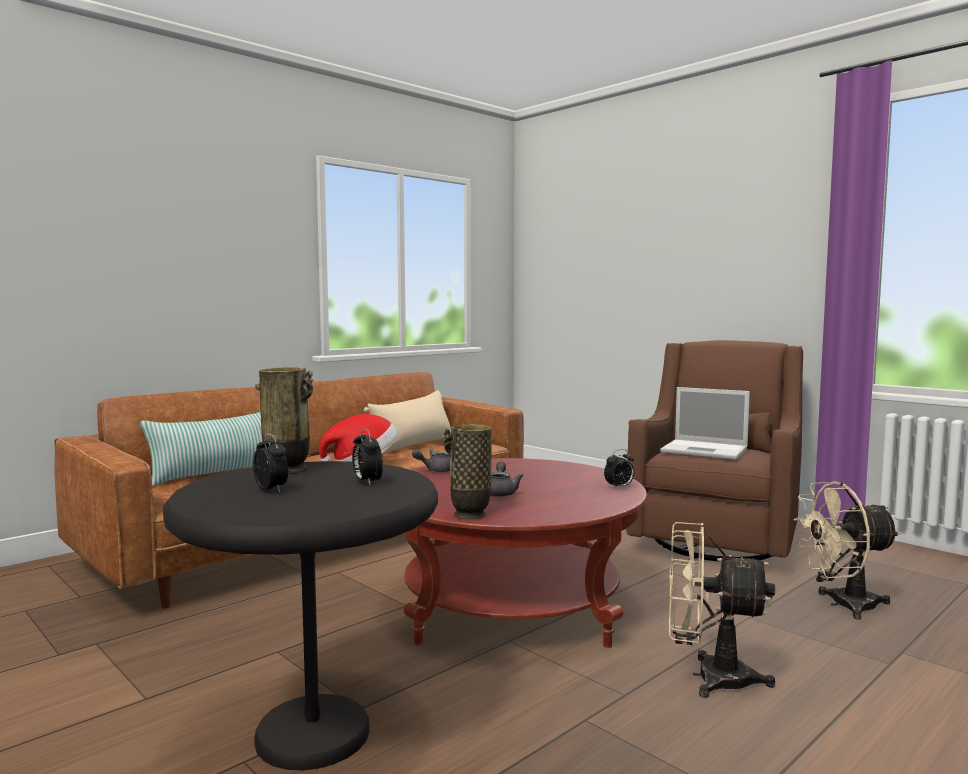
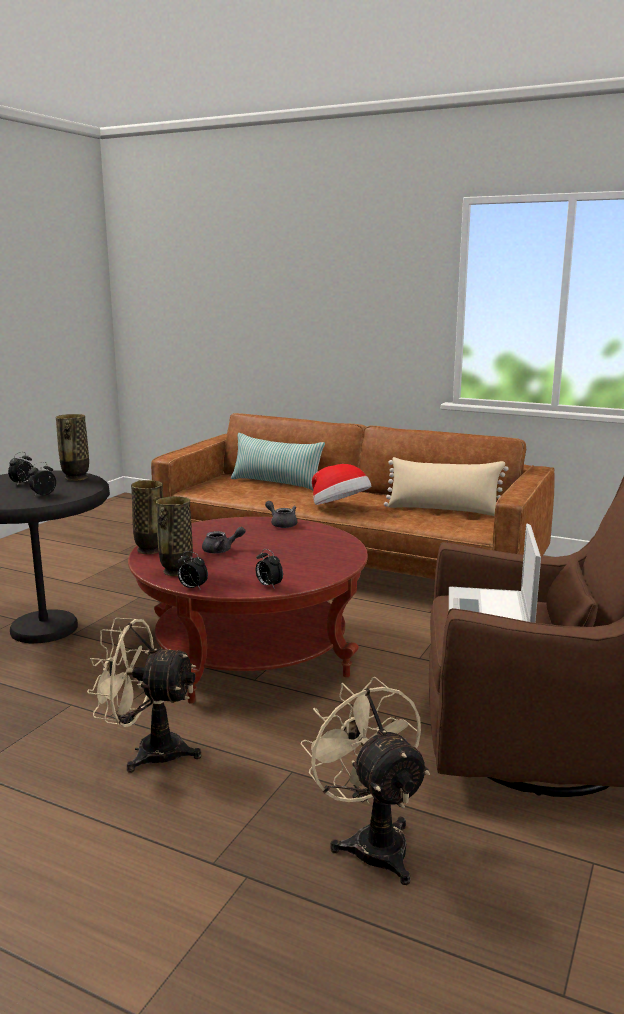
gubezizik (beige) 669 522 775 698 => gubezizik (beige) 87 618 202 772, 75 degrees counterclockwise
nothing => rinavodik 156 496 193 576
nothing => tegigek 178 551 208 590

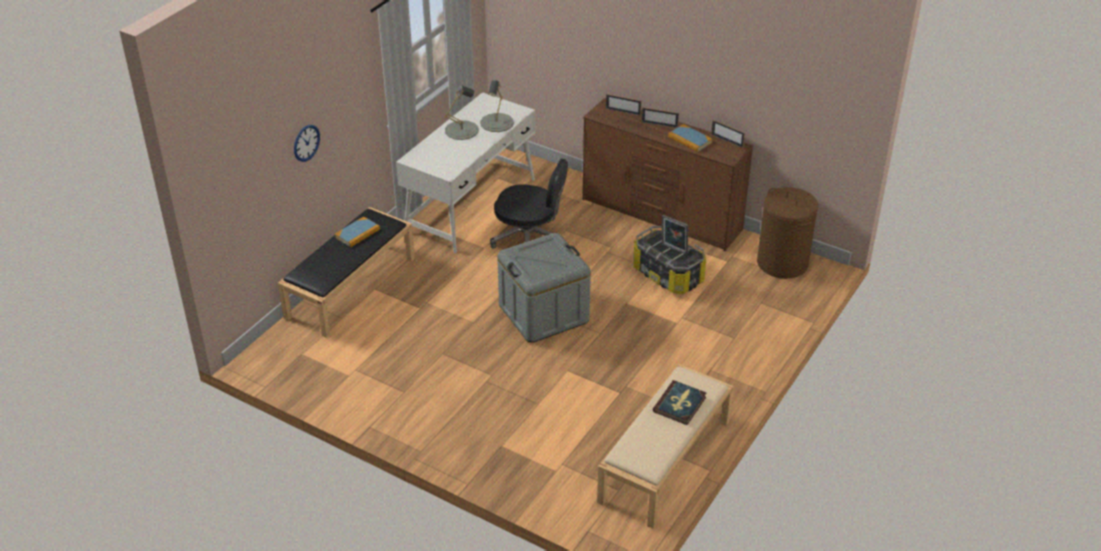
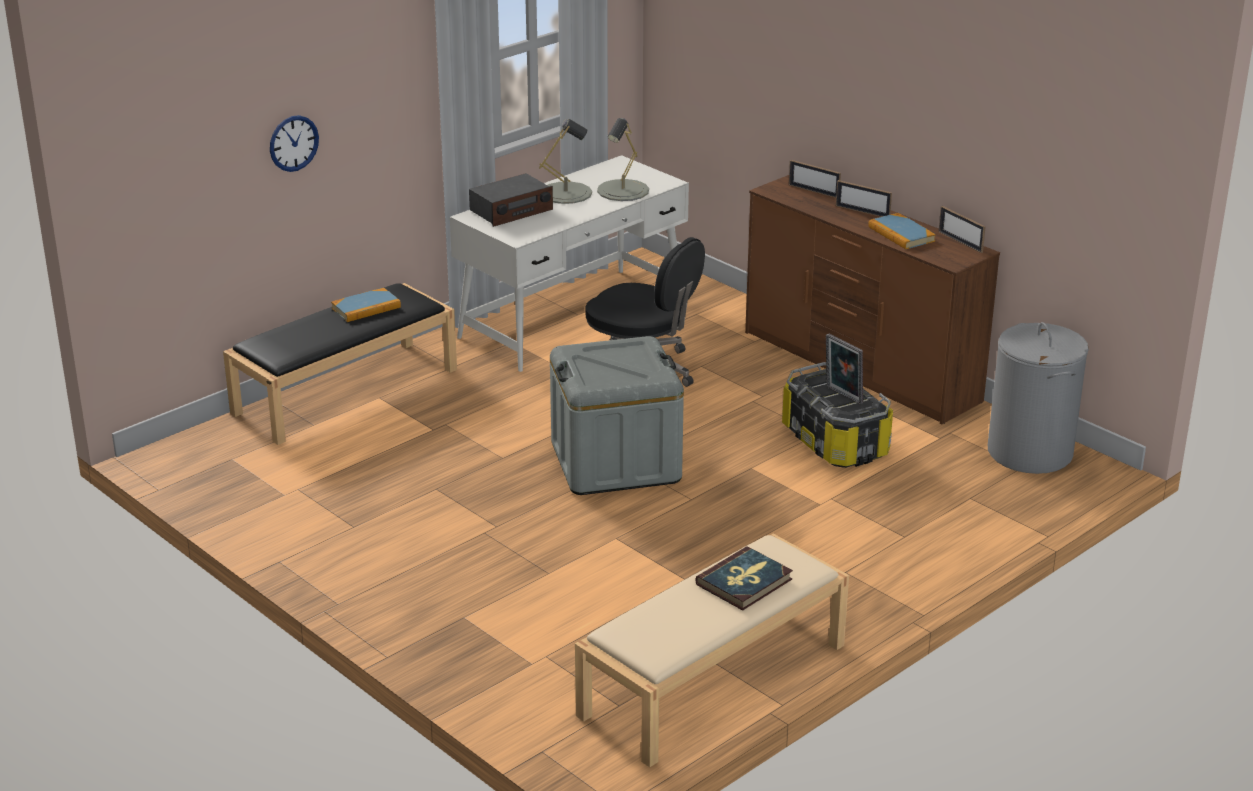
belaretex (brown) 757 187 818 279 => belaretex (grey) 988 322 1089 474
nothing => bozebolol 469 173 553 227

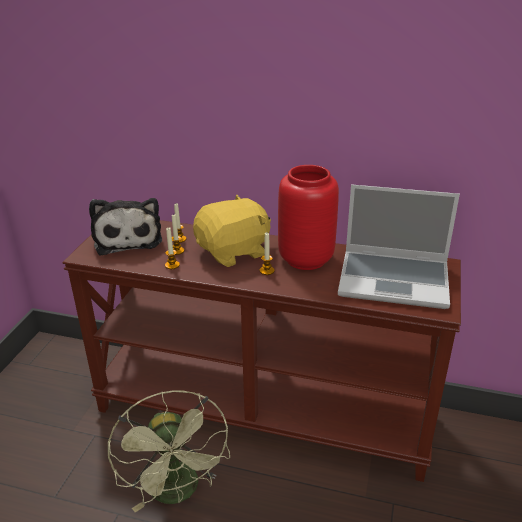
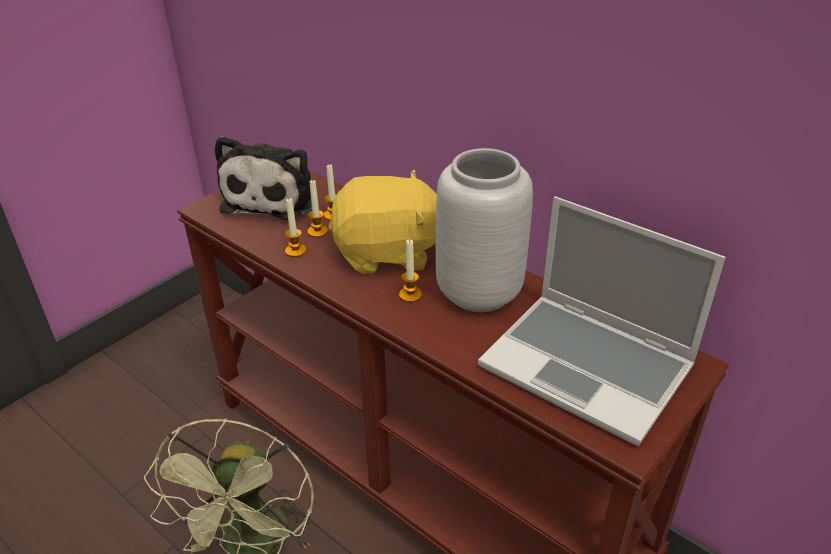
rinavodik (red) 278 165 339 270 => rinavodik (grey) 436 148 533 312

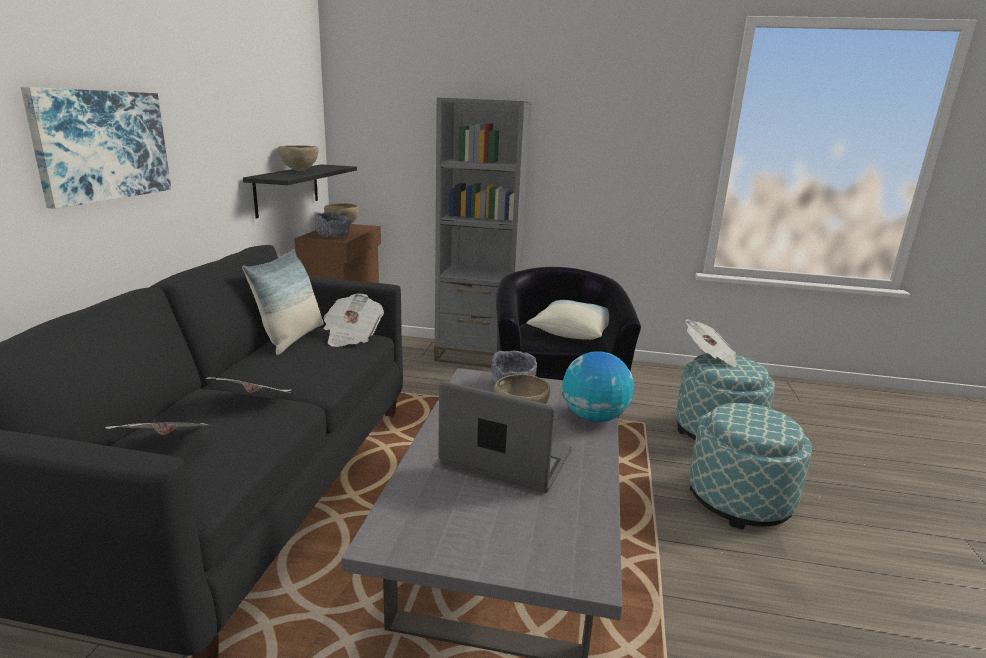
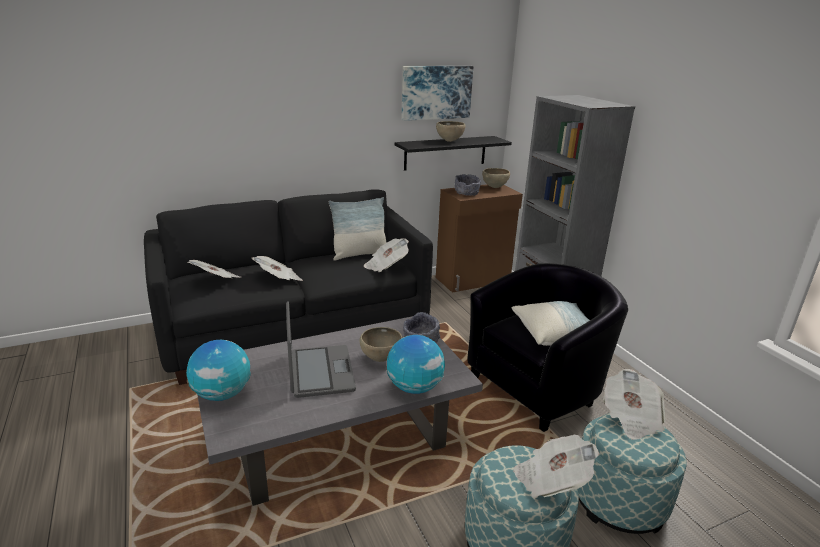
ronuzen 21 87 171 209 => ronuzen 401 66 473 121, shifted
nothing => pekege 186 340 251 401
nothing => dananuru 513 435 599 498

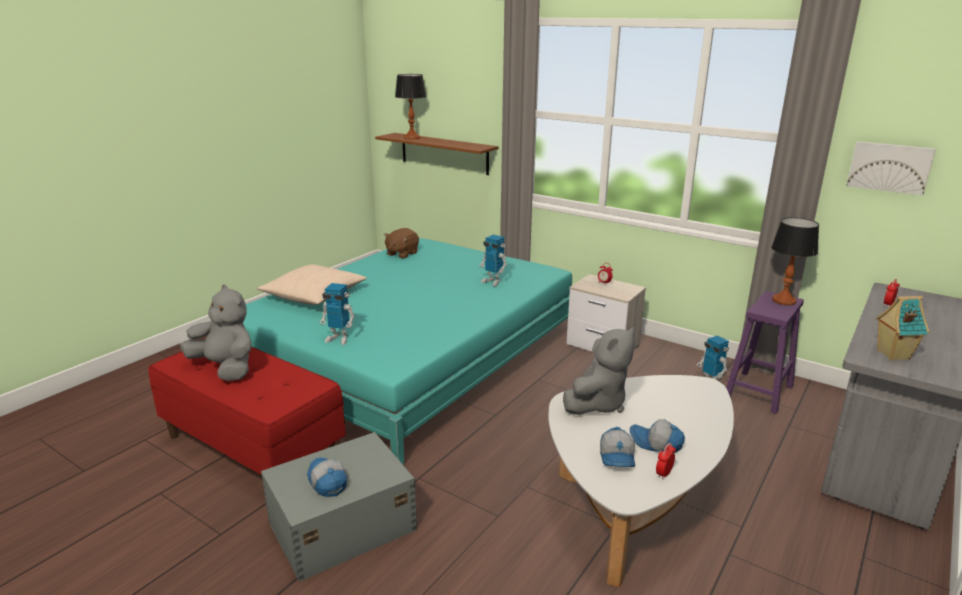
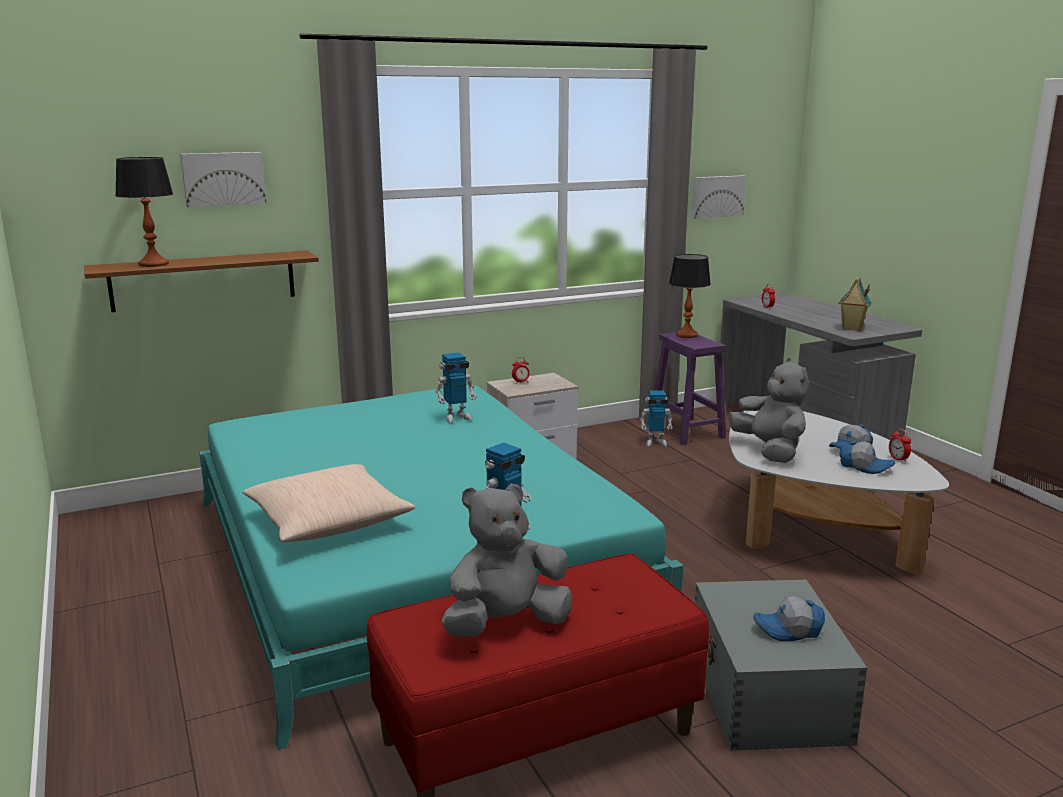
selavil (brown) 384 228 419 259 => nothing
nothing => ronuzen 180 152 267 207

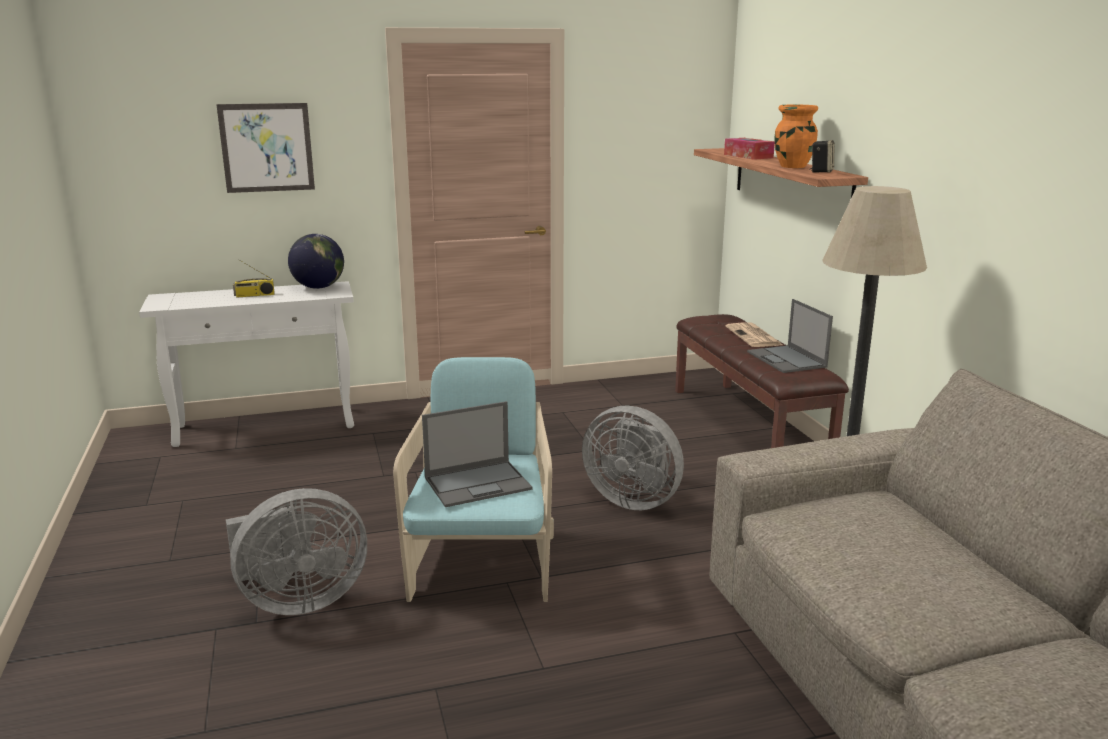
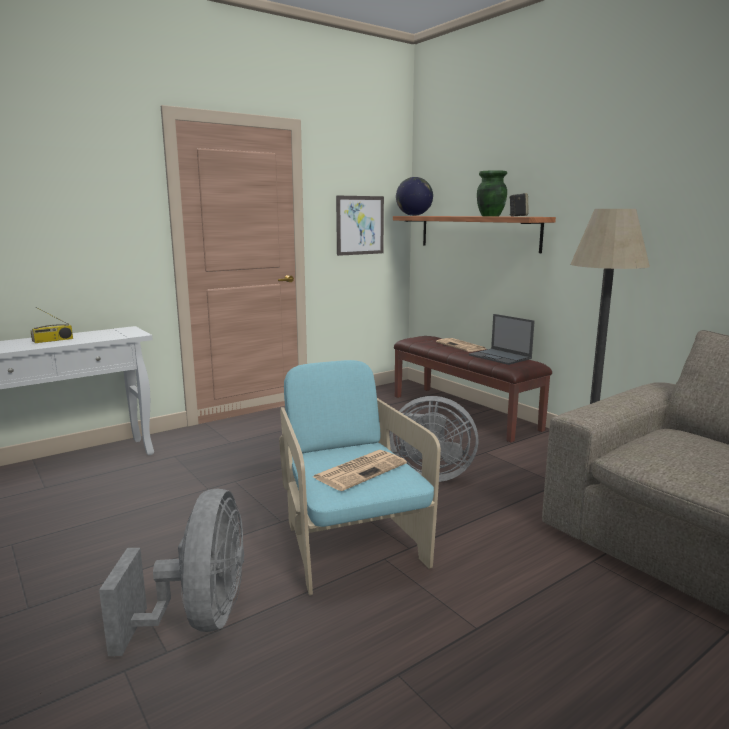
ronuzen 216 103 315 193 => ronuzen 336 196 384 256, shifted
rinavodik (orange) 775 104 818 168 => rinavodik (green) 477 170 507 216
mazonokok 724 138 775 160 => nothing
pekege 288 234 344 289 => pekege 396 177 433 216, shifted
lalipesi 422 401 532 507 => dananuru 313 450 407 491
gubezizik (grey) 226 488 367 615 => gubezizik (grey) 99 488 244 656, 45 degrees counterclockwise

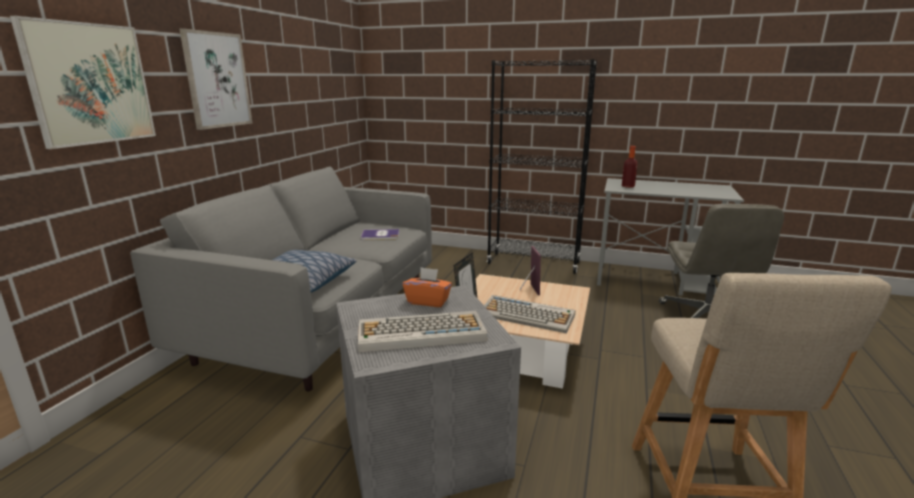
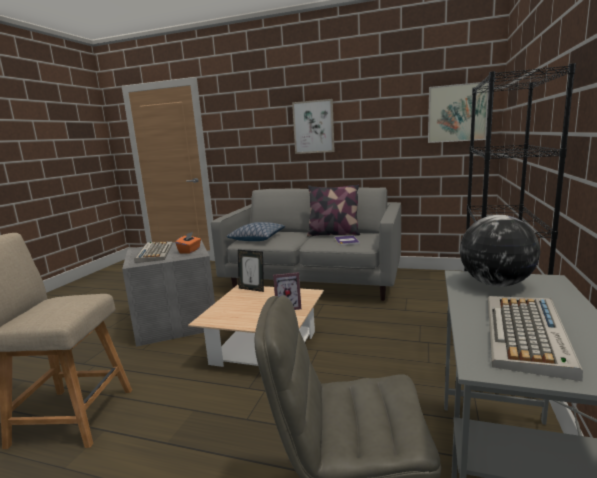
ronuzen 10 16 156 149 => ronuzen 428 81 489 143, shifted
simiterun 622 146 638 188 => pekege 460 215 540 287
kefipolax 484 295 575 333 => kefipolax 488 296 583 381, shifted
nothing => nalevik 307 184 360 236

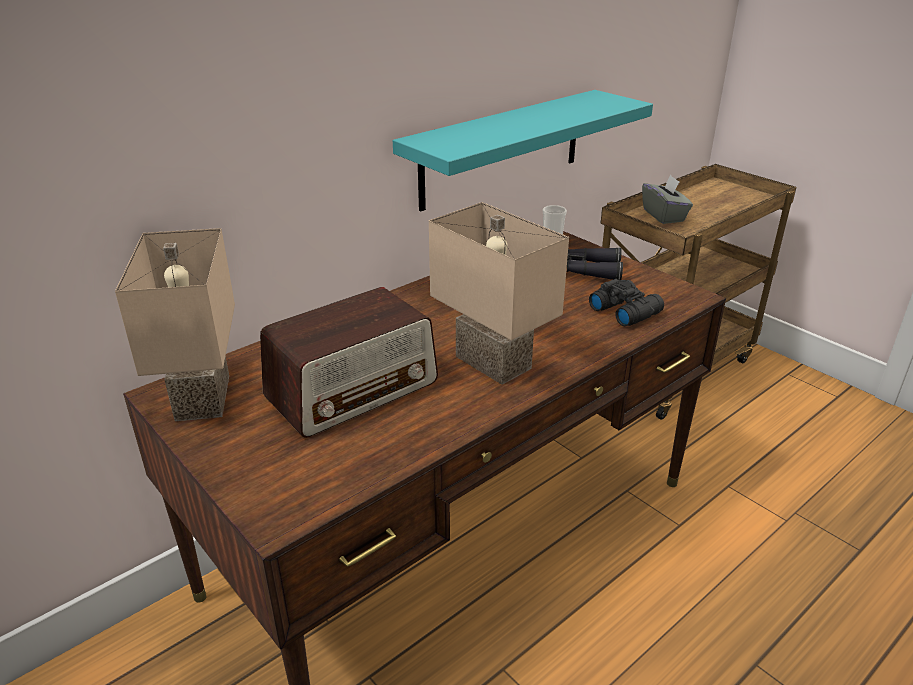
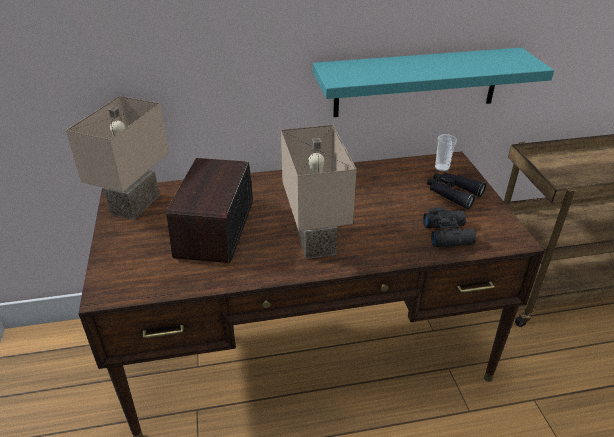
mazonokok (grey) 642 174 693 224 => nothing
bozebolol 260 287 438 438 => bozebolol 166 158 253 263, 105 degrees clockwise

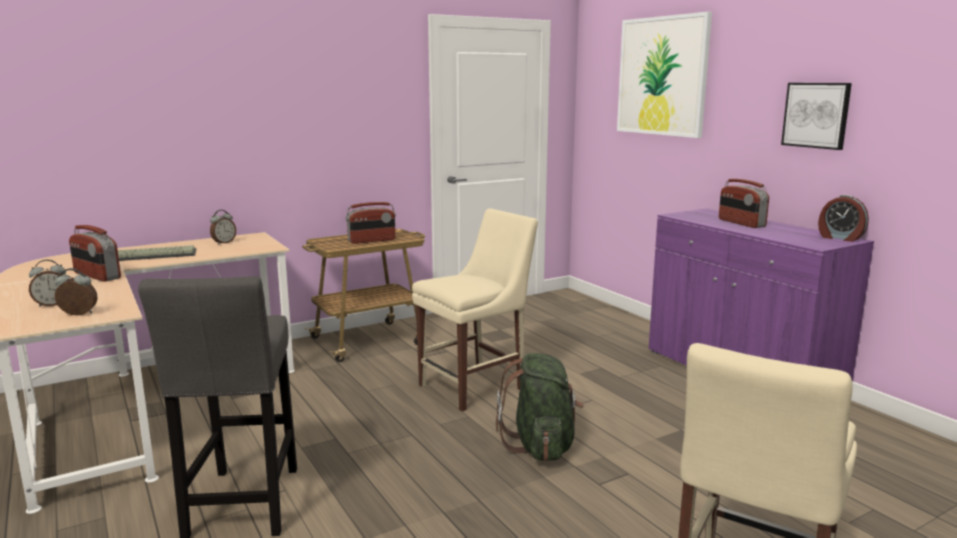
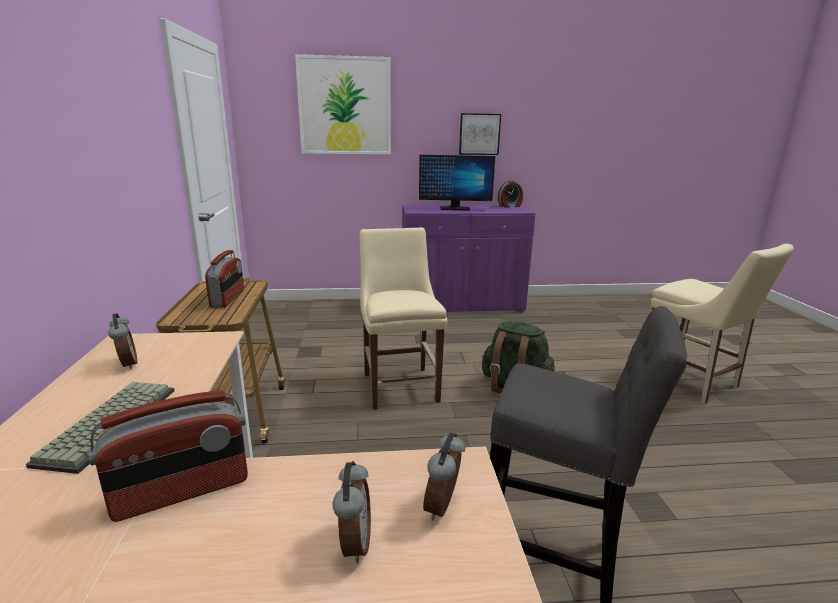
bozebolol 719 179 769 228 => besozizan 419 155 495 210

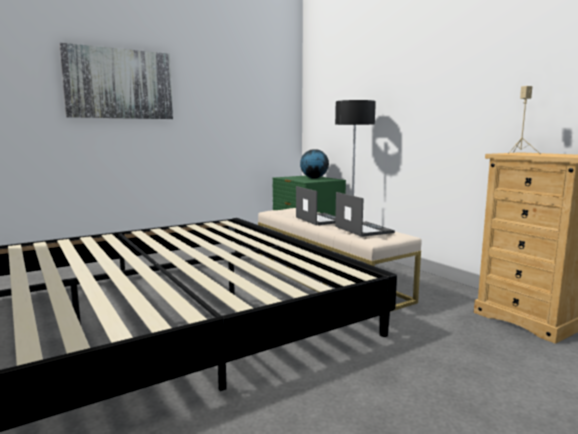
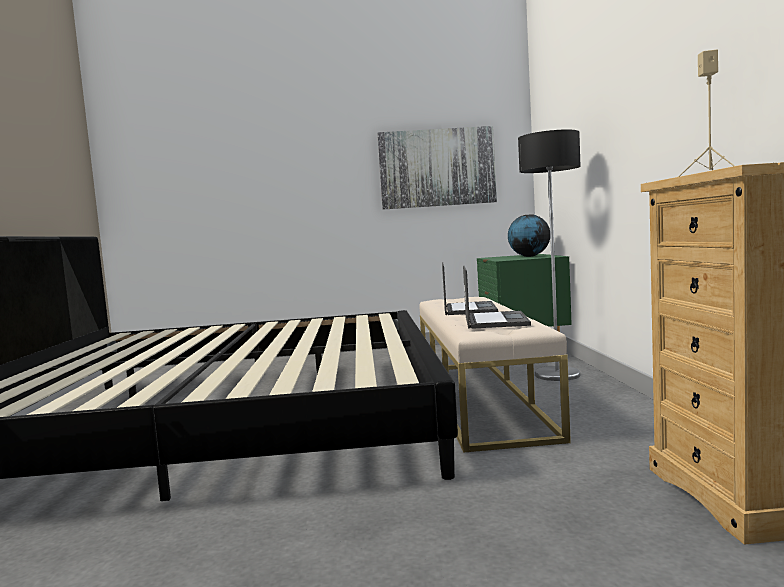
ronuzen 59 43 173 119 => ronuzen 377 126 497 210, shifted

